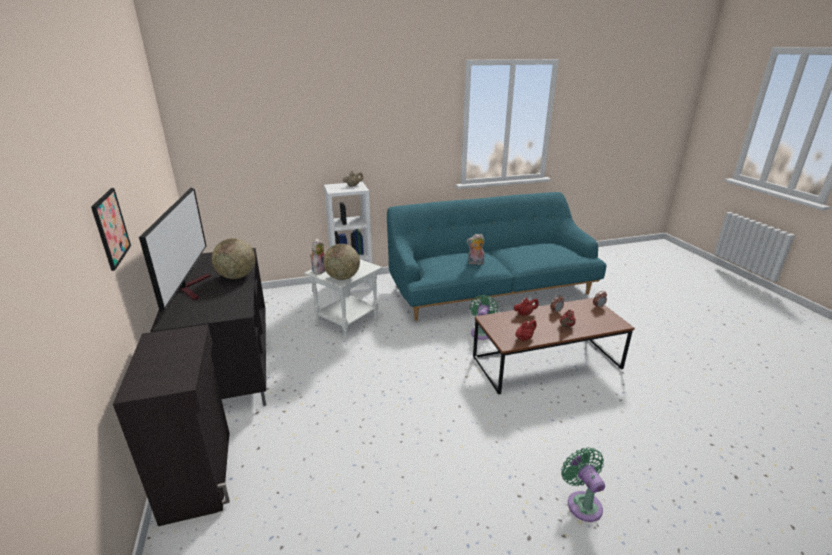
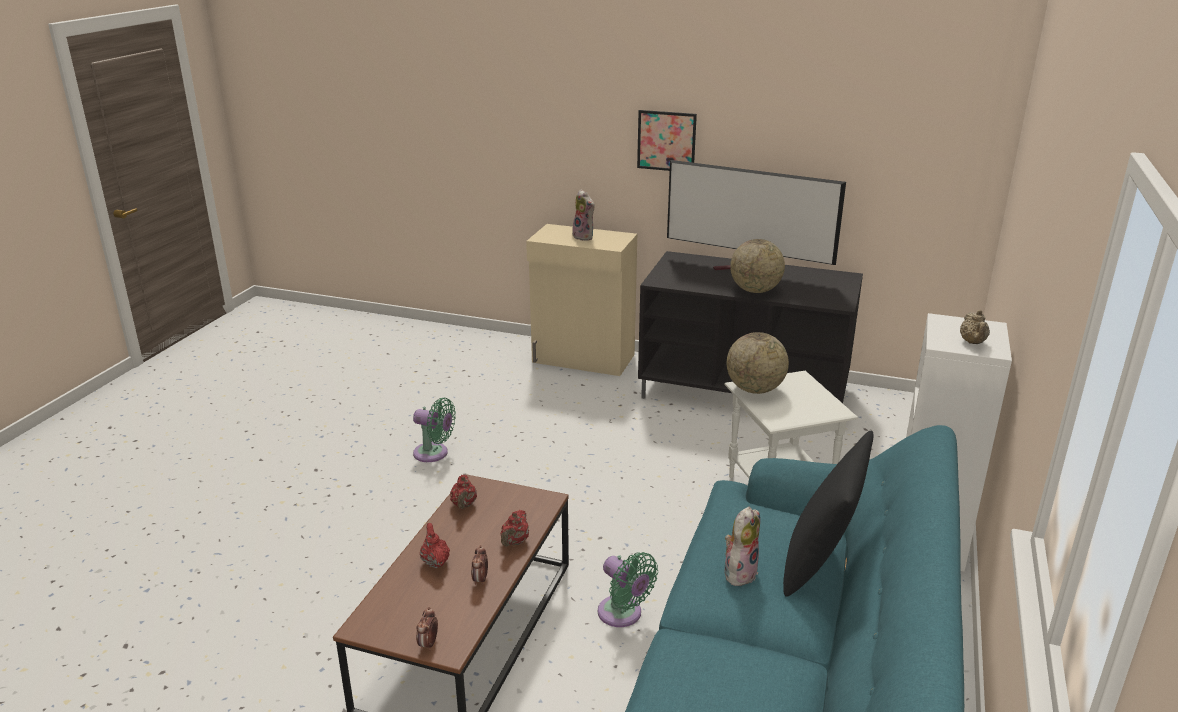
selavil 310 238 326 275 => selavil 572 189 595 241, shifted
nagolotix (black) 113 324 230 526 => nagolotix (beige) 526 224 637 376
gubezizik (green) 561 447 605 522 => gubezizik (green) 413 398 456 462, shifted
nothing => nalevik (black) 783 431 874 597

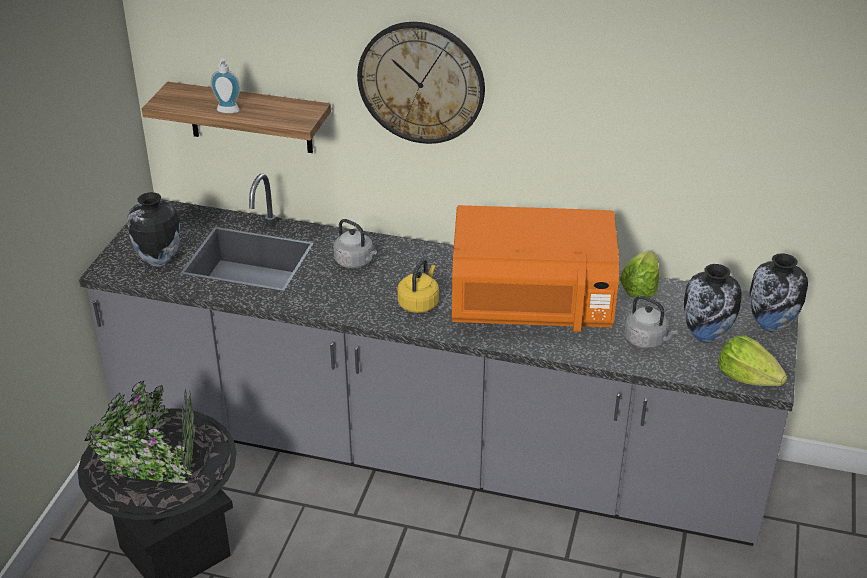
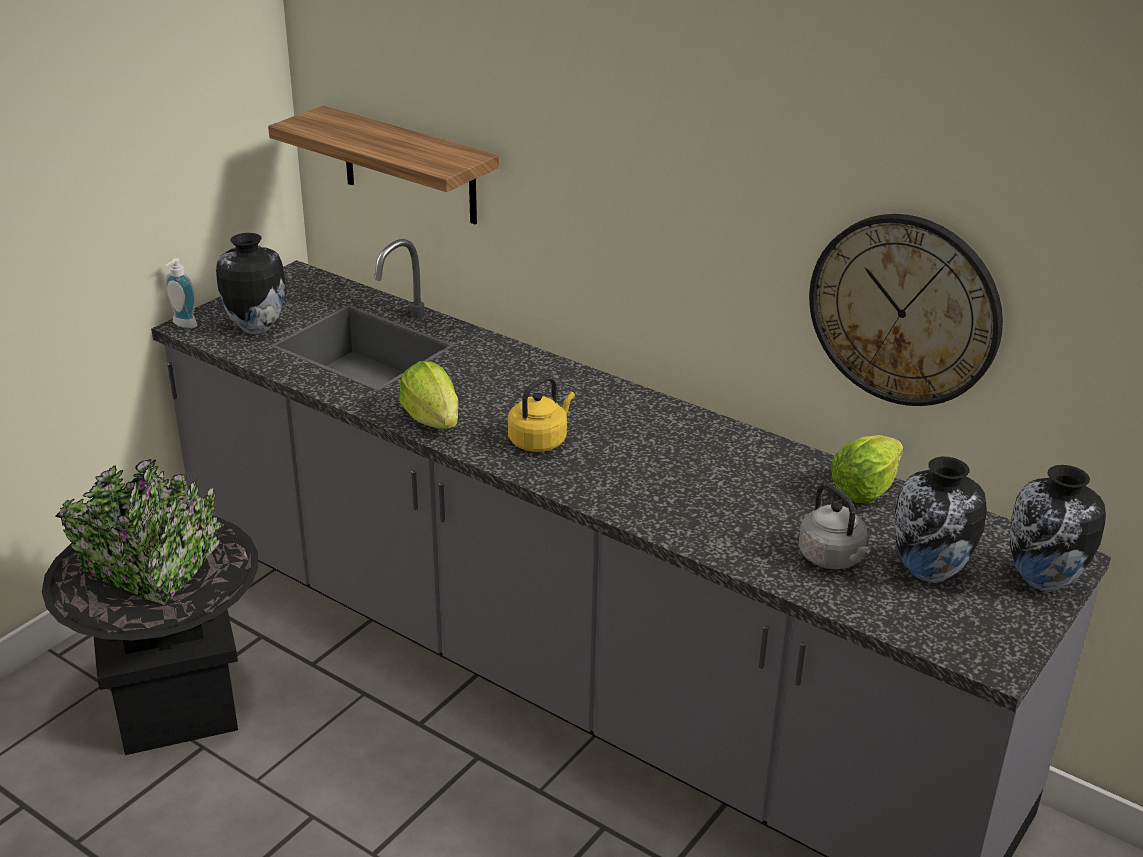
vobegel 357 22 485 144 => vobegel 809 214 1003 406, shifted
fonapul 211 59 240 113 => fonapul 165 258 197 328, shifted
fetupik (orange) 452 205 619 332 => nothing
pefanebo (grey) 333 219 377 269 => nothing
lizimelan 718 335 788 386 => lizimelan 399 361 458 429, shifted

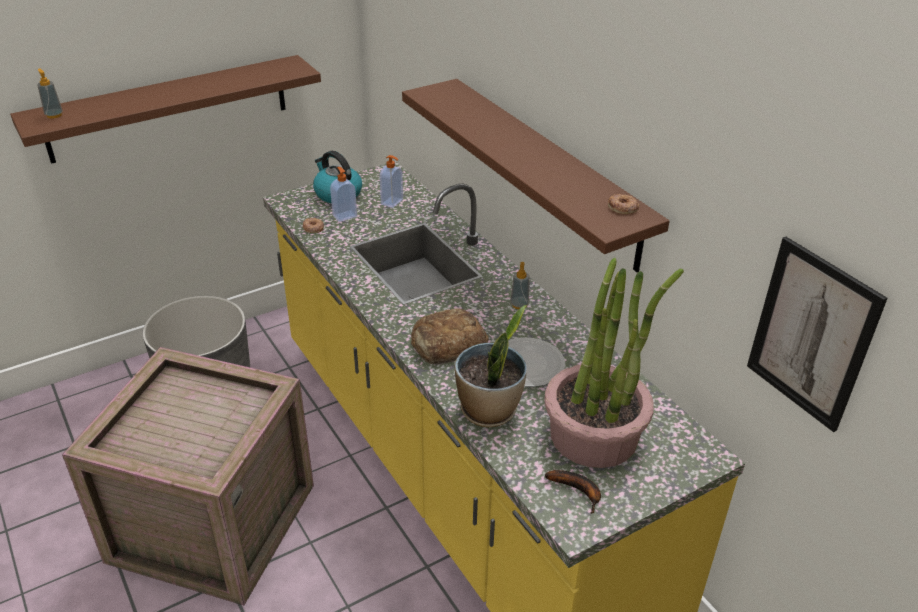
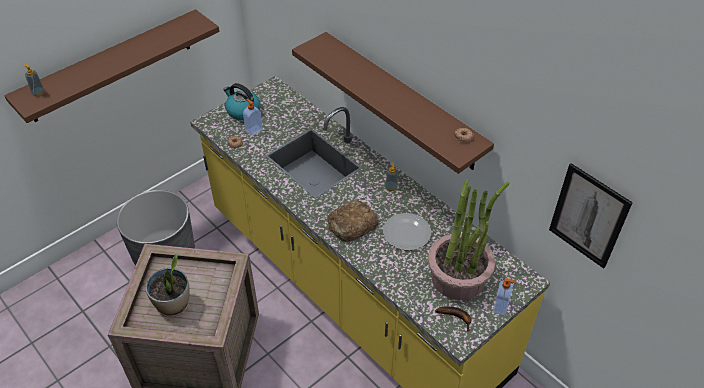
fonapul 380 155 403 208 => fonapul 493 278 516 315, shifted
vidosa 454 305 527 427 => vidosa 145 252 190 317, shifted

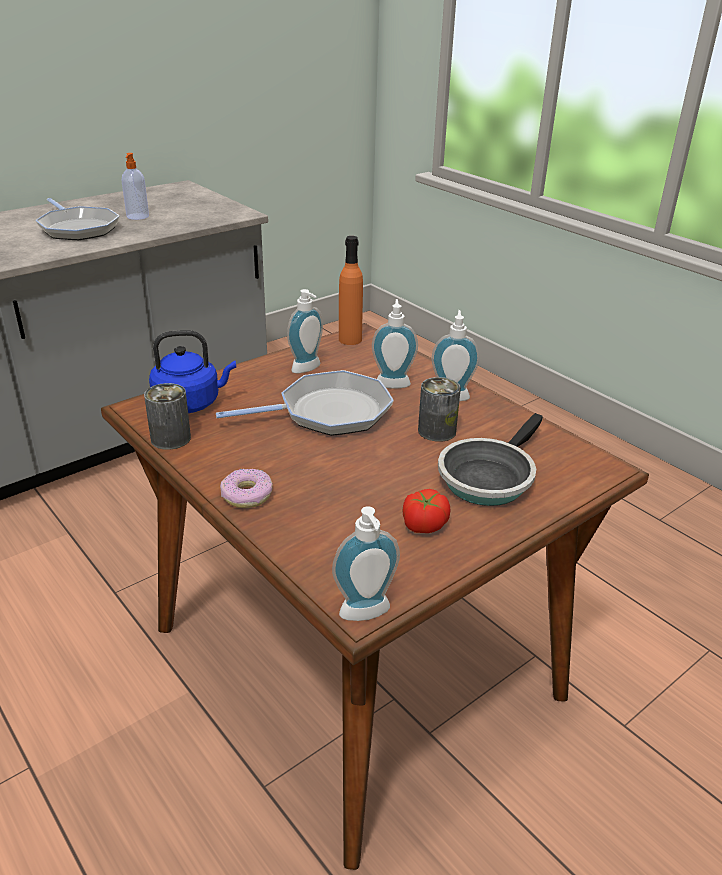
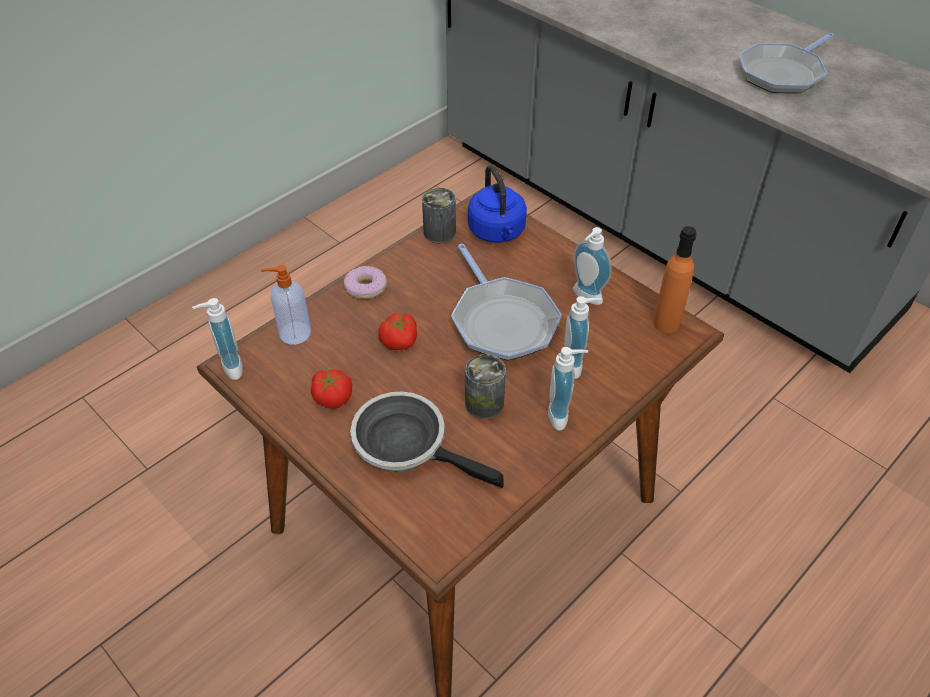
fonapul 122 153 149 220 => fonapul 261 265 311 345, shifted
nothing => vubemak 378 313 417 350

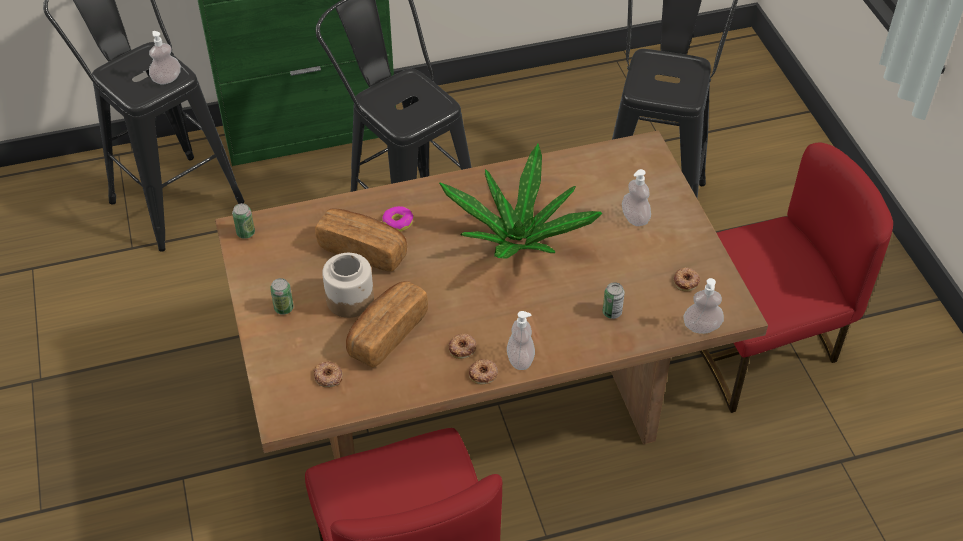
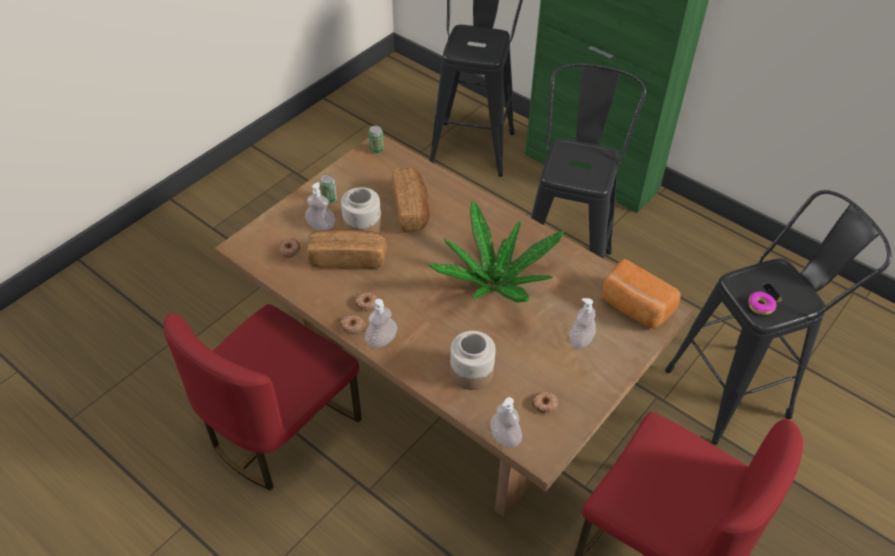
fonapul 149 31 181 85 => fonapul 305 182 335 231, shifted
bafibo 382 206 413 232 => bafibo 748 292 776 315, shifted
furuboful 603 282 625 319 => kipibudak 450 331 496 390
nothing => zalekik 602 259 681 329

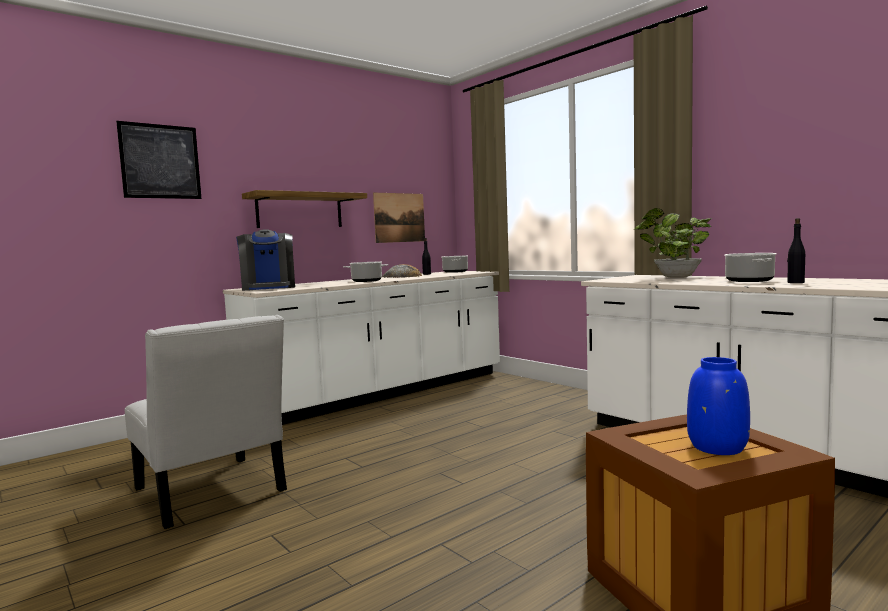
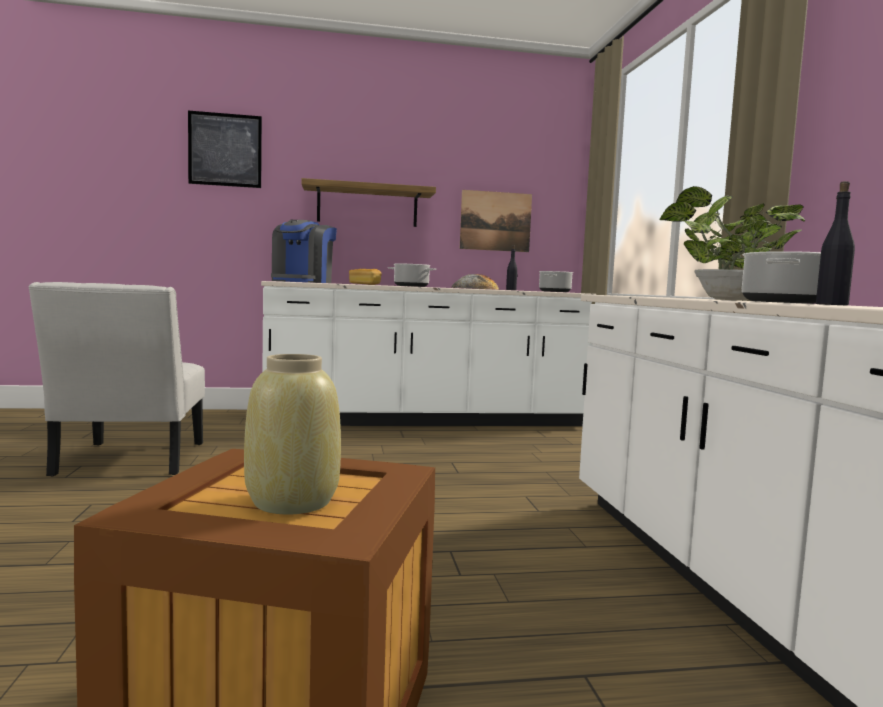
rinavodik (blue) 687 357 750 455 => rinavodik (beige) 244 354 341 515
nothing => zalekik 349 269 381 285

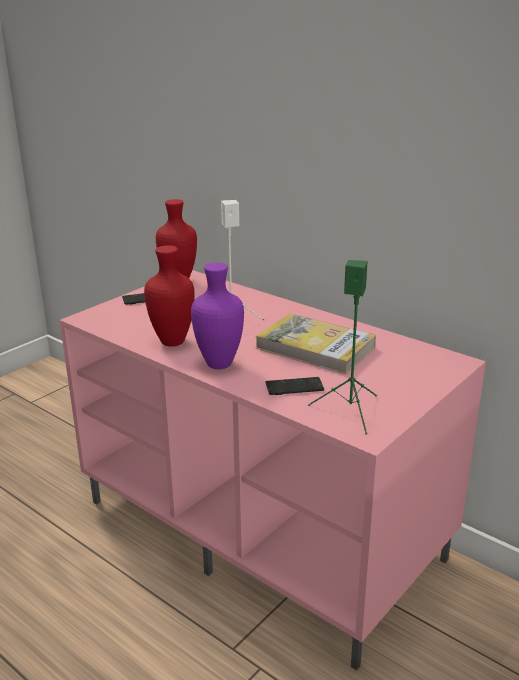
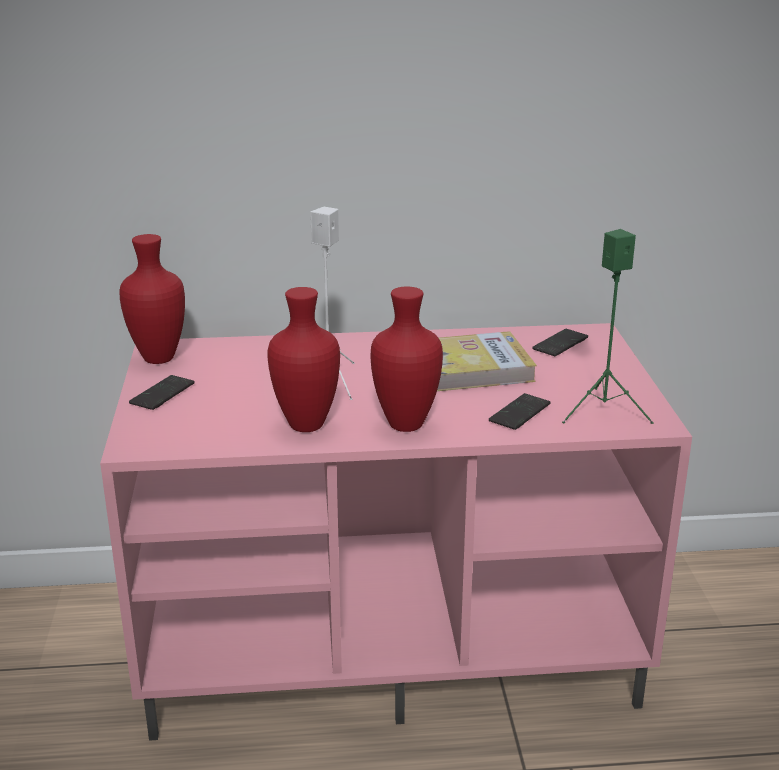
rinavodik (purple) 191 263 244 369 => rinavodik (red) 370 287 443 432
nothing => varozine 532 329 588 356

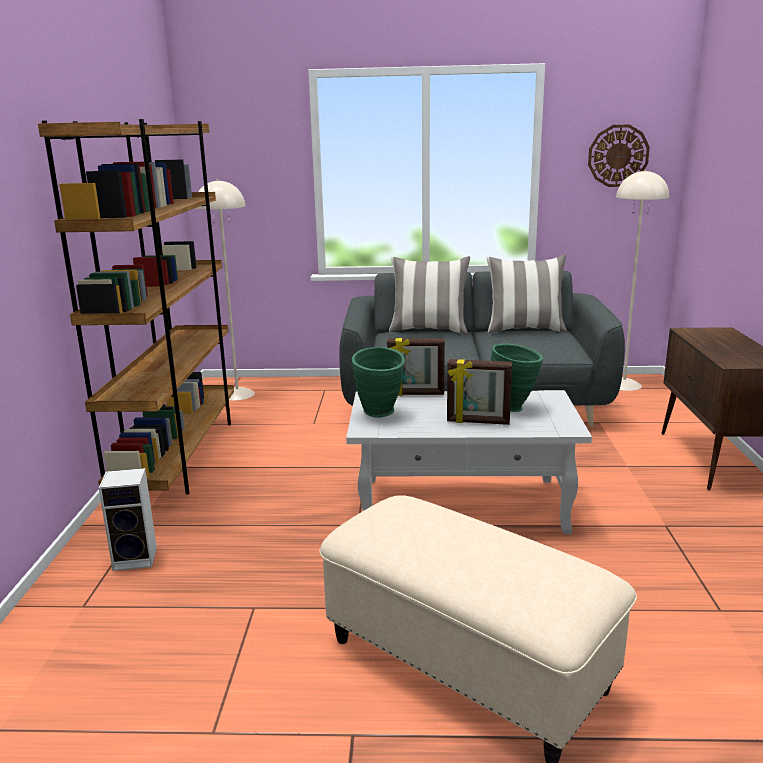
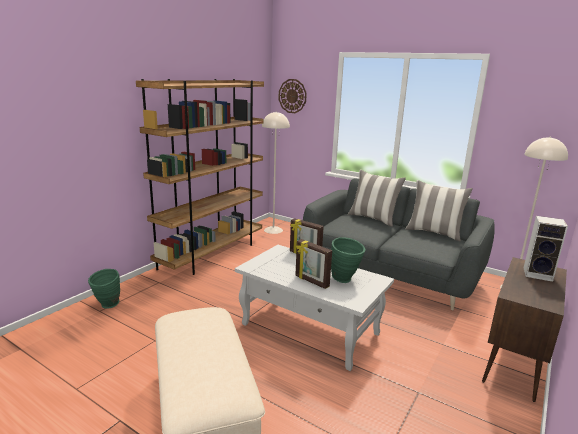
vobegel 588 125 650 187 => vobegel 278 79 307 113, shifted
rinavodik (green) 352 347 405 418 => rinavodik (green) 88 269 120 309, shifted
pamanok 99 468 157 571 => pamanok 524 216 568 282, shifted

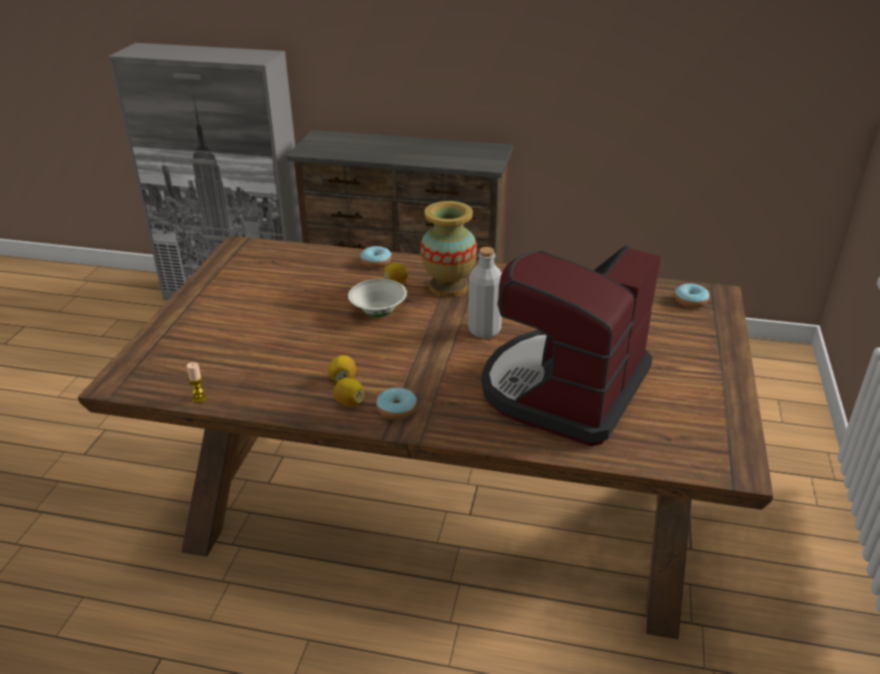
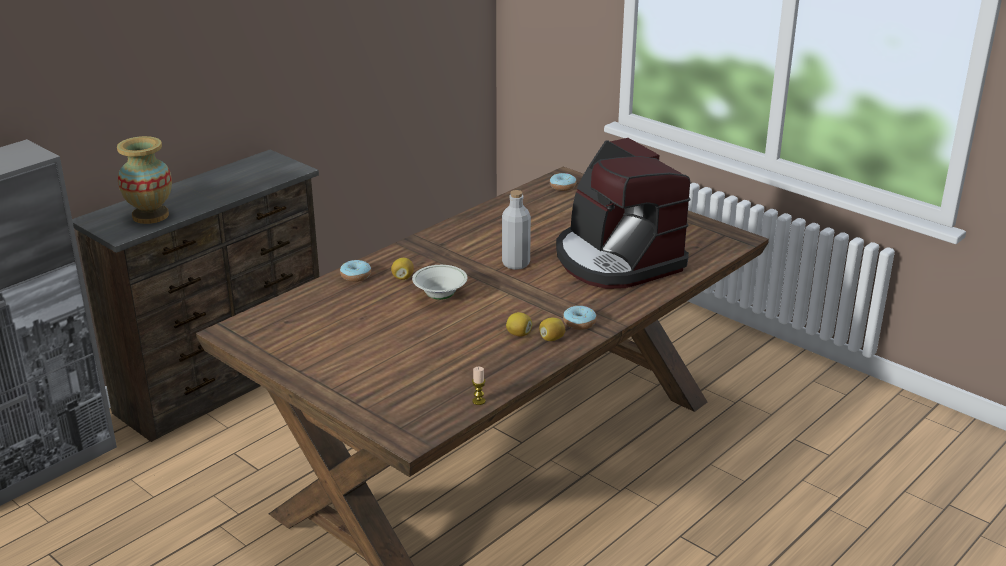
rinavodik 420 201 477 297 => rinavodik 117 136 172 224, shifted

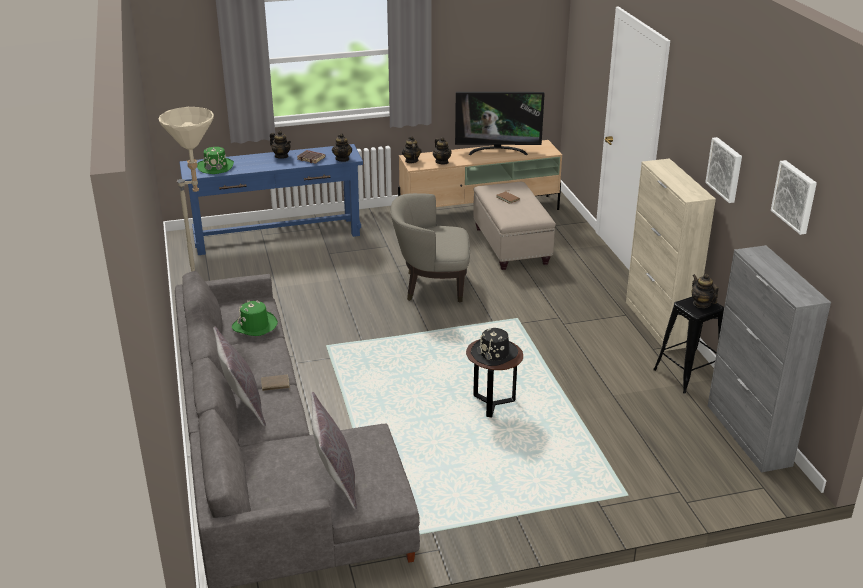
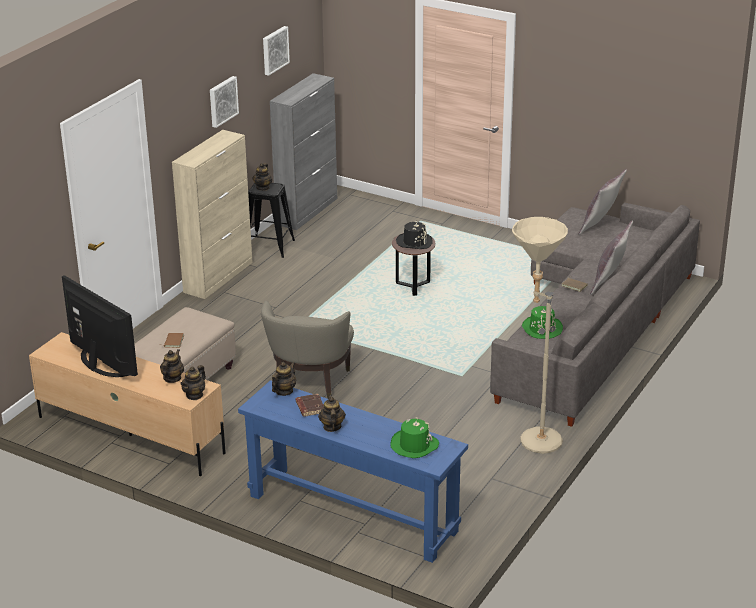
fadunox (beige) 390 193 470 303 => fadunox (beige) 261 301 354 399, 60 degrees clockwise

